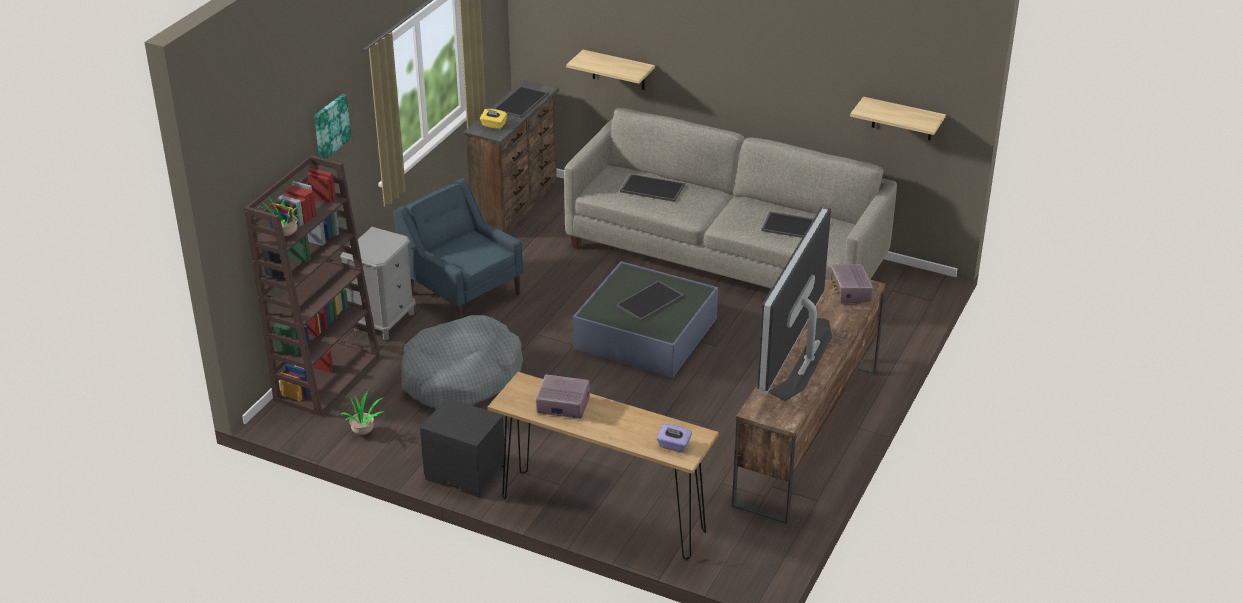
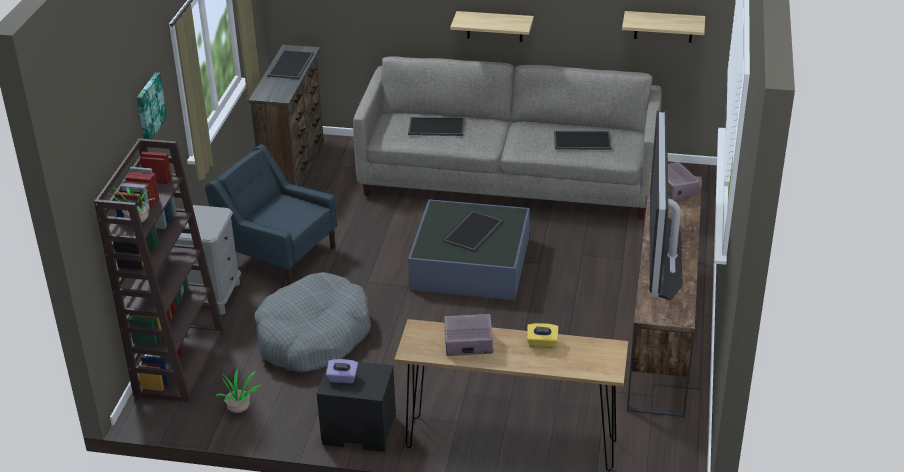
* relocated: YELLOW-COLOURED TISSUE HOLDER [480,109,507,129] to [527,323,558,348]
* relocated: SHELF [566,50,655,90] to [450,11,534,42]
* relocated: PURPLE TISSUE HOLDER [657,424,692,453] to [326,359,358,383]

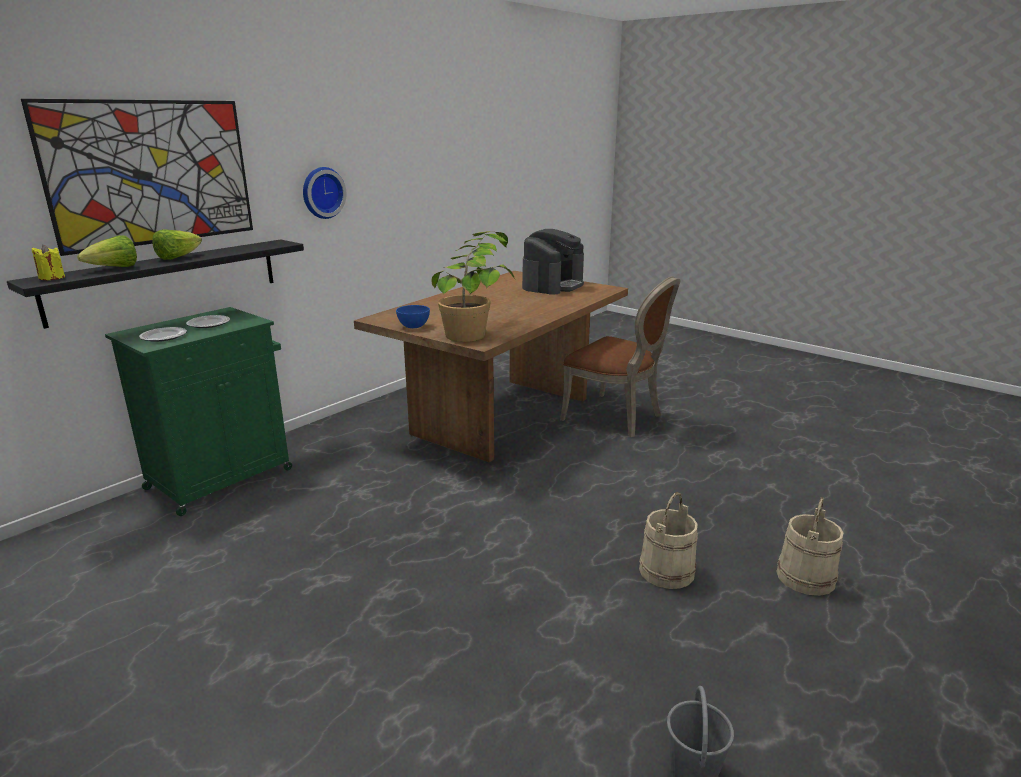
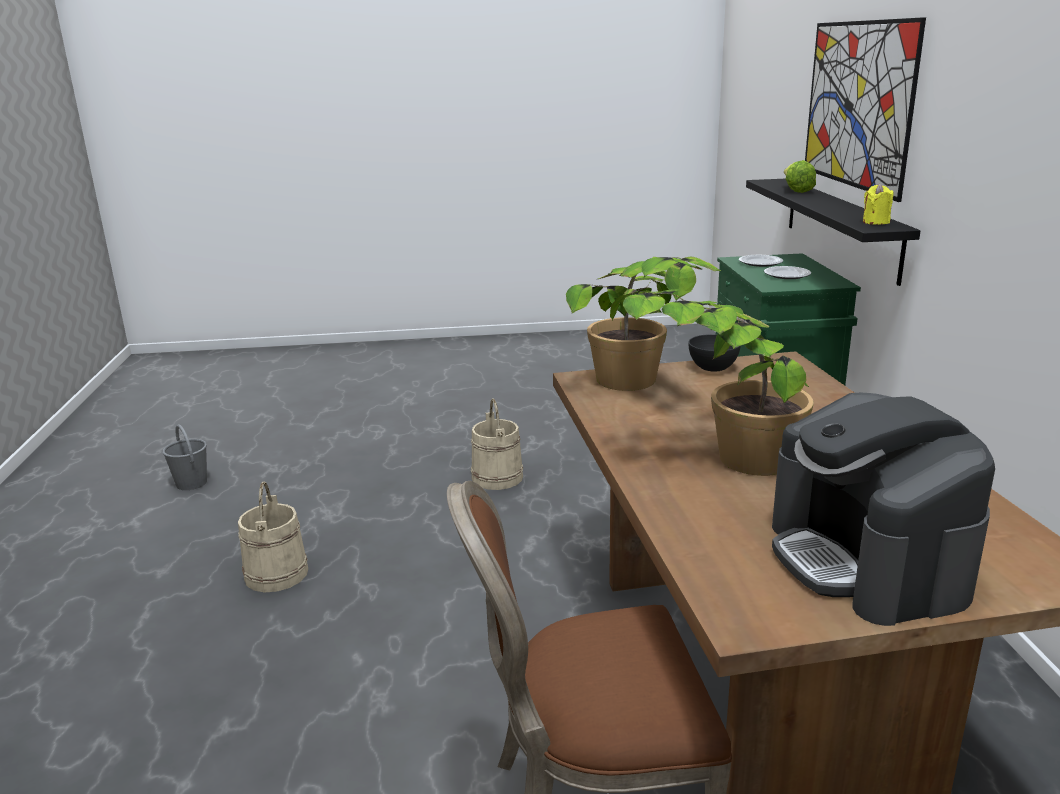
* relocated: YELLOW-COLOURED CANDLE [32,245,65,280] to [863,184,893,225]
* missing: LETTUCE HEAD [152,229,202,260]
* missing: CLOCK ON THE WALL [303,167,347,219]
* colour: BLUE-COLOURED BOWL [396,305,430,328] to GREYISH BOWL [688,334,741,372]
* relocated: BEIGE-COLOURED WATER BUCKET [776,497,843,596] to [471,399,523,490]
* appeared: PLANT IN A POT [610,289,814,476]

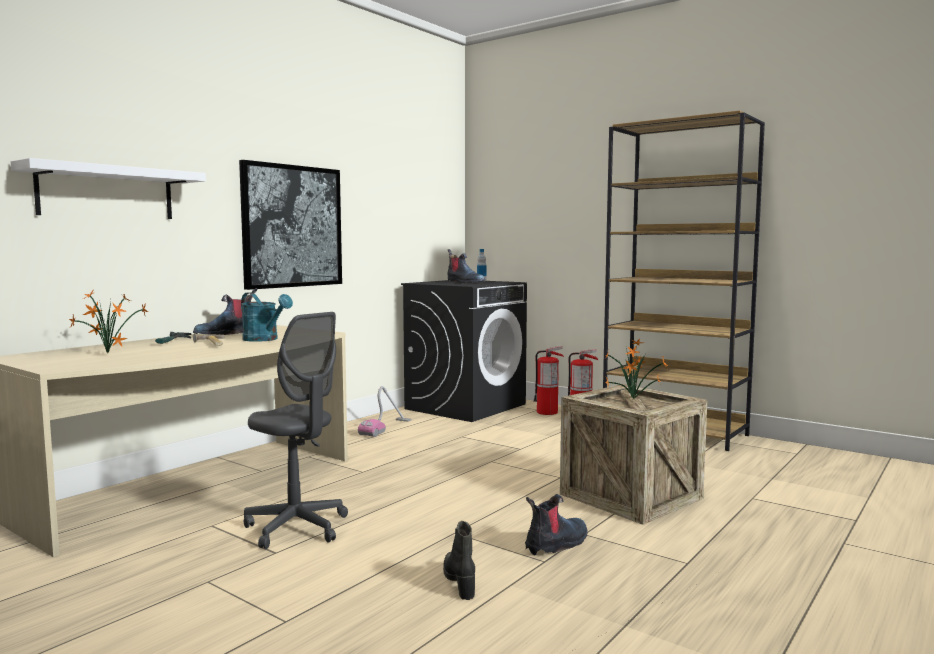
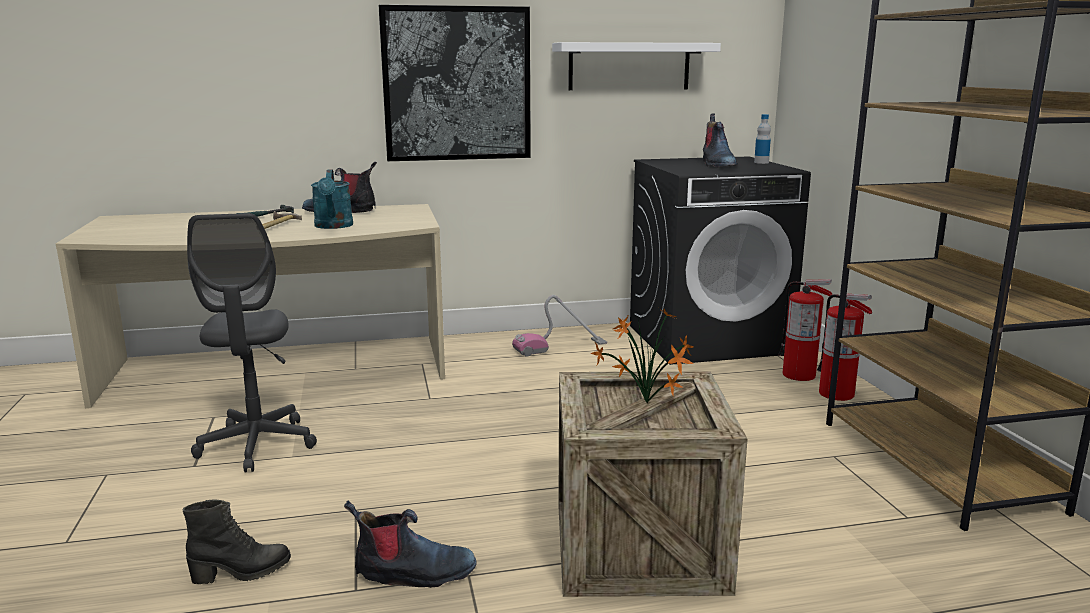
* relocated: WHITE-COLOURED SHELF [11,158,206,219] to [552,42,721,90]
* missing: PLANT IN A POT [69,291,148,354]
* spun: BLACK BOOT [443,521,475,600] = [183,499,291,584] 45 degrees clockwise

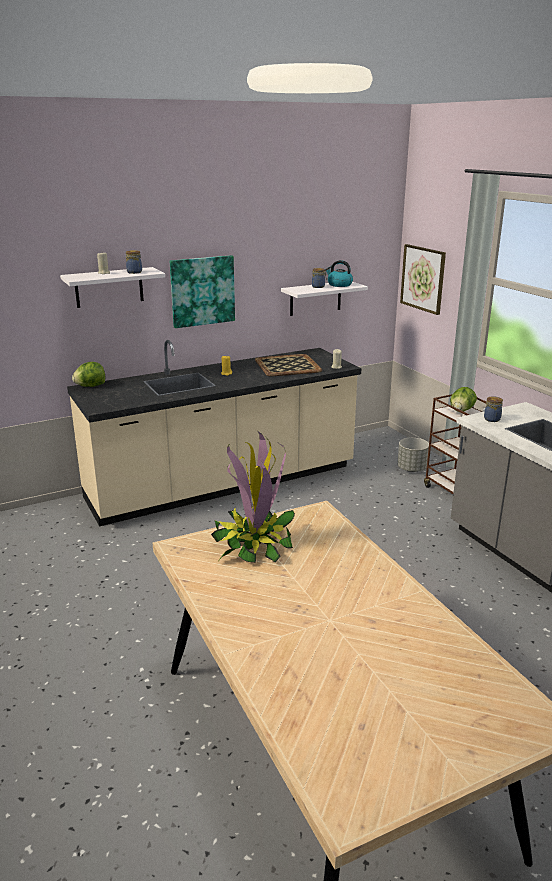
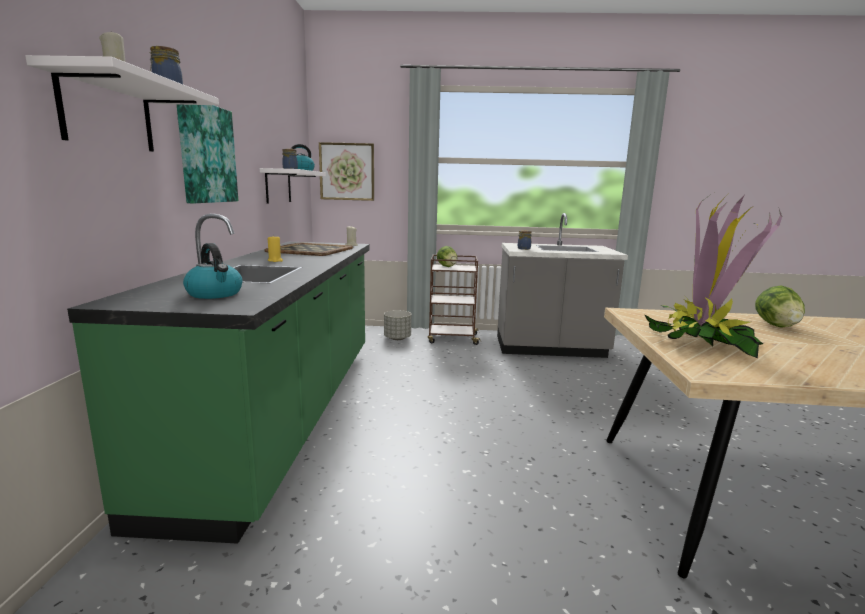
* colour: BEIGE-COLOURED KITCHEN BASE UNIT [67,340,361,527] to GREEN-COLOURED KITCHEN BASE UNIT [67,214,369,544]
* relocated: LETTUCE HEAD [72,362,105,387] to [755,285,805,327]
* appeared: KETTLE [183,243,242,299]

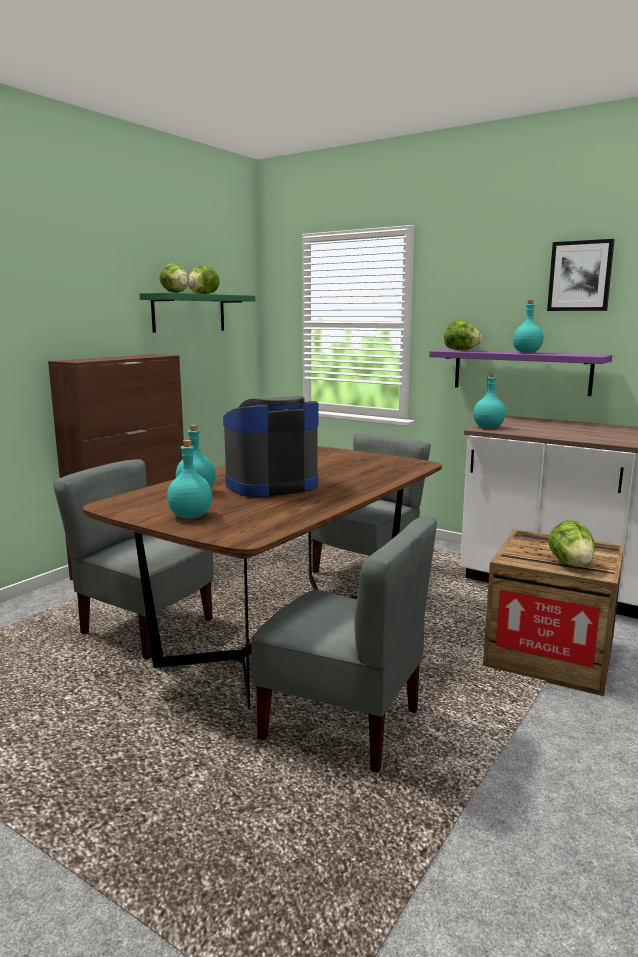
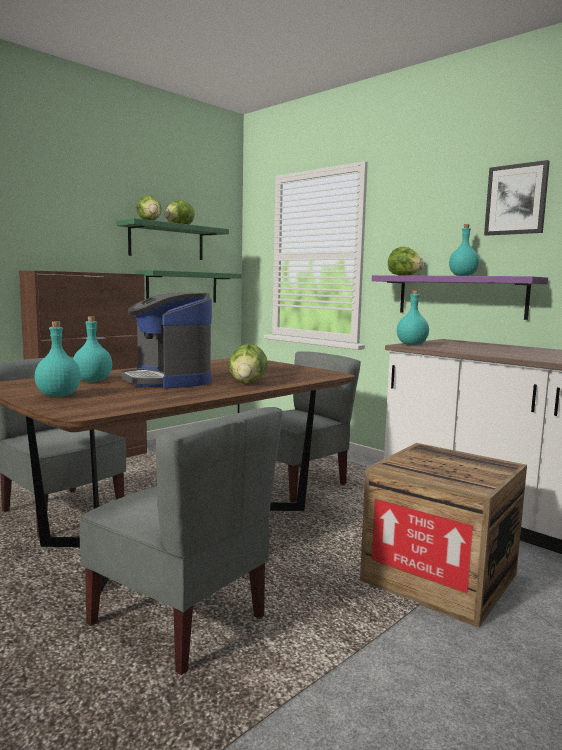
* spun: COFFEE BREWER [223,396,319,497] = [121,292,212,388] 105 degrees counterclockwise
* relocated: LETTUCE HEAD [548,520,595,567] to [229,344,268,384]
* appeared: GREEN-COLOURED SHELF [135,270,242,302]

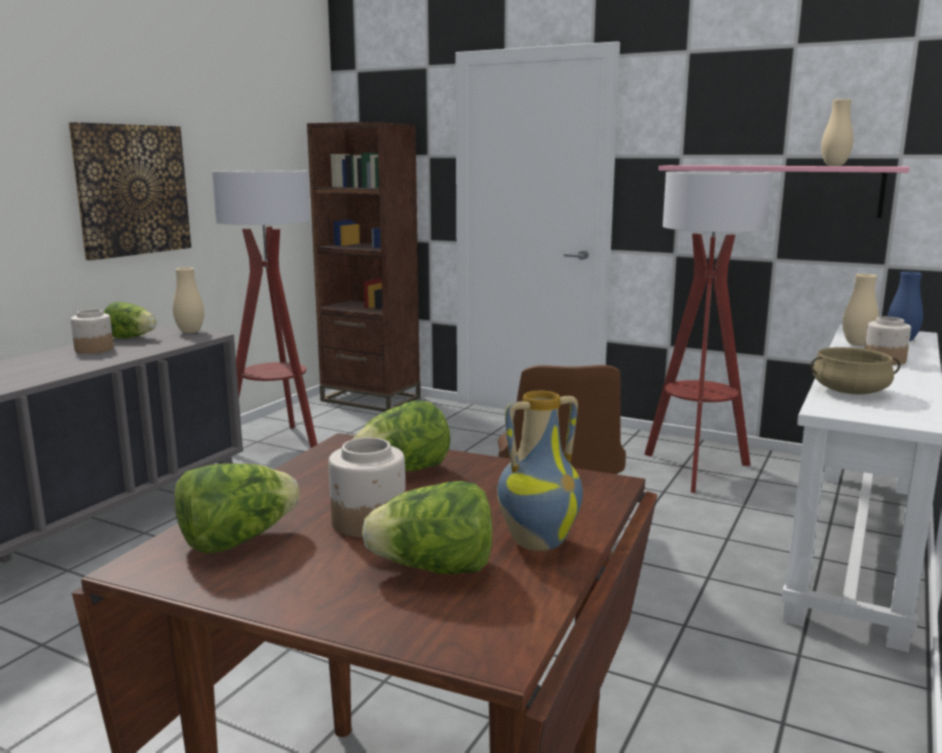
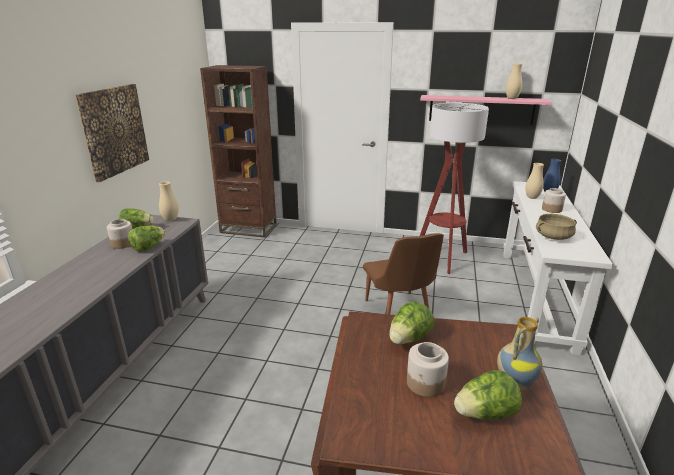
* relocated: LETTUCE HEAD [175,463,300,554] to [128,225,165,252]
* missing: STANDING LAMP [212,170,317,448]

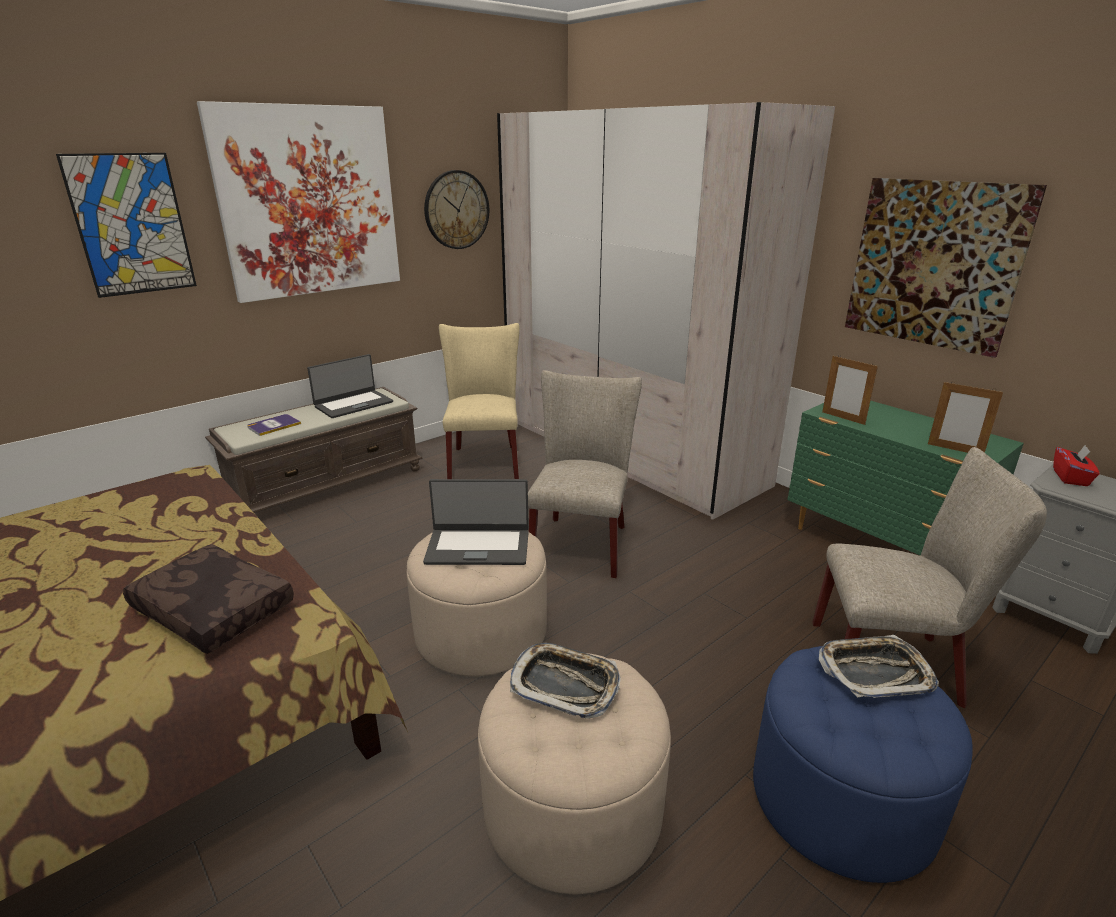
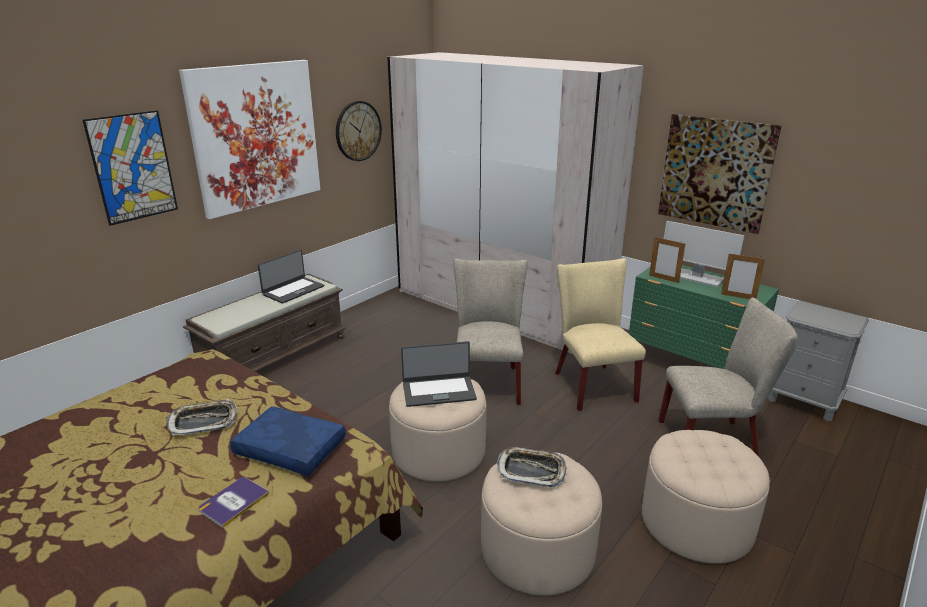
* colour: BROWNISH THROW PILLOW [123,544,294,654] to BLUE-COLOURED THROW PILLOW [230,406,346,476]
* relocated: BOUND BOOK [247,414,301,436] to [198,477,270,528]
* relocated: BEIGE-COLOURED CHAIR [439,323,520,479] to [555,258,646,411]
* colour: BLUE-COLOURED FOOTREST [753,646,973,883] to BEIGE-COLOURED FOOTREST [642,430,770,564]
* relocated: TRAY [819,635,939,698] to [166,399,237,436]
* missing: RED-COLOURED TISSUE HOLDER [1053,445,1100,486]
* appeared: COMPUTER SCREEN [664,221,745,287]

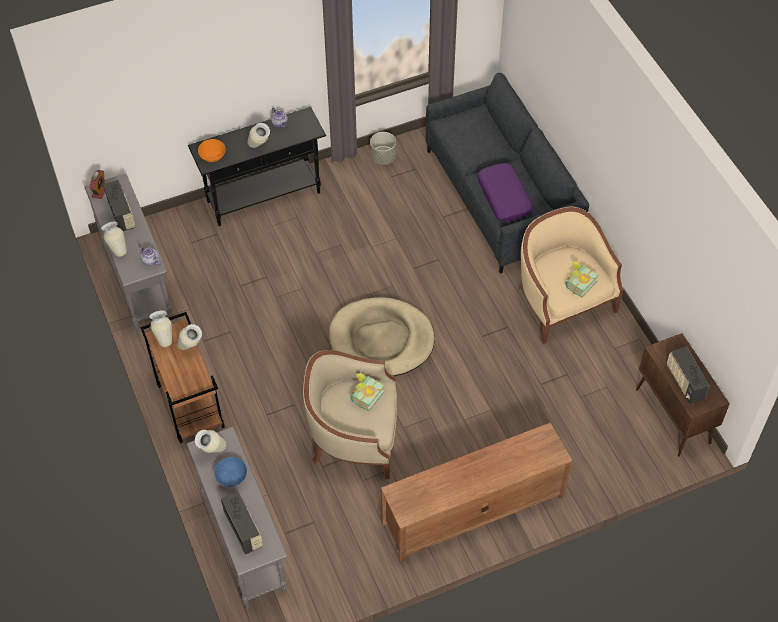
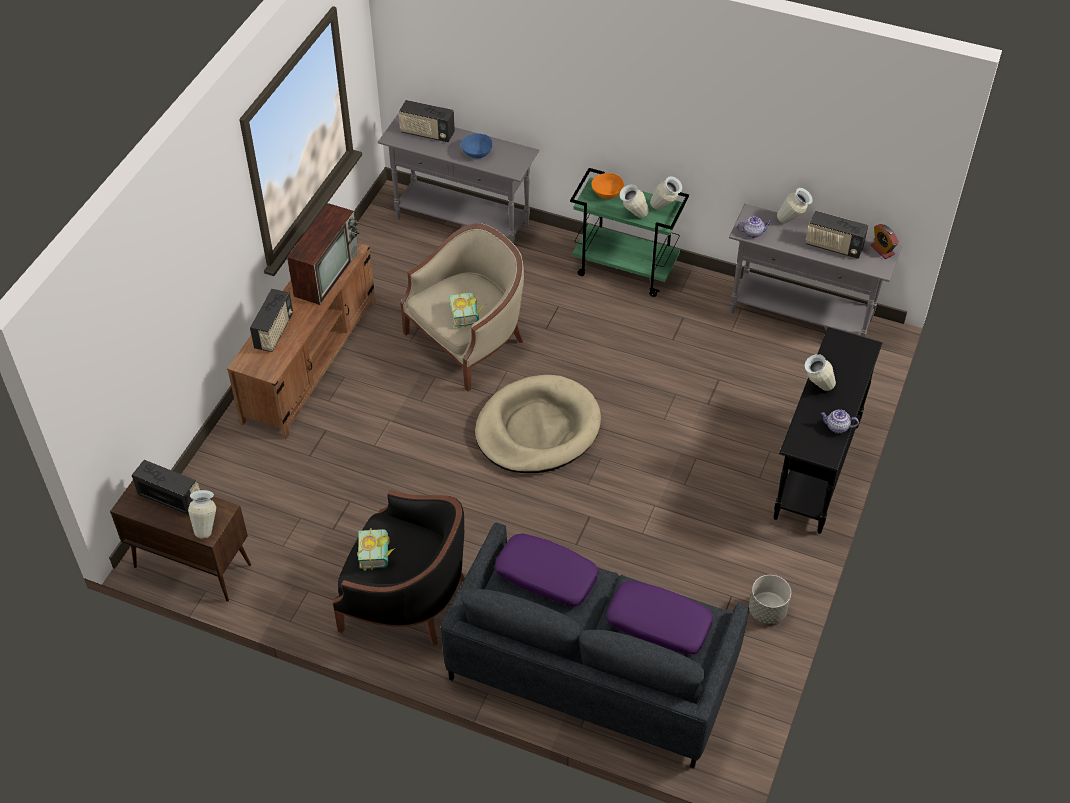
* colour: BROWNISH WHEELED CART [140,312,225,443] to GREEN-COLOURED WHEELED CART [570,168,689,297]
* relocated: DECORATIVE VASE [195,430,226,453] to [188,490,216,539]
* relocated: ORANGE BOWL [198,139,226,162] to [591,173,624,199]
* colour: BEIGE-COLOURED EASY CHAIR [519,207,623,344] to BLACK EASY CHAIR [333,490,465,646]
* appeared: RADIO RECEIVER [250,289,293,352]
* appeared: TELEVISION [287,203,360,305]
* appeared: PURPLE THROW PILLOW [606,581,713,655]

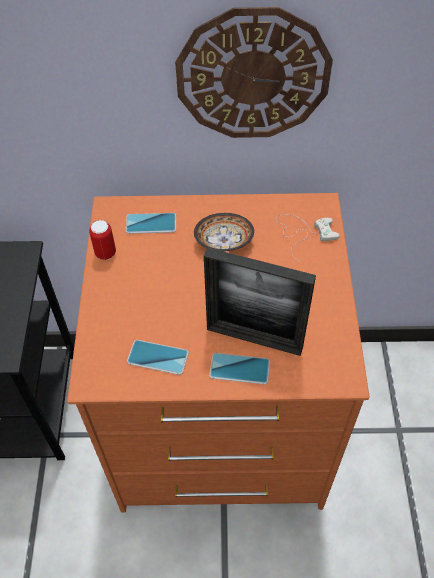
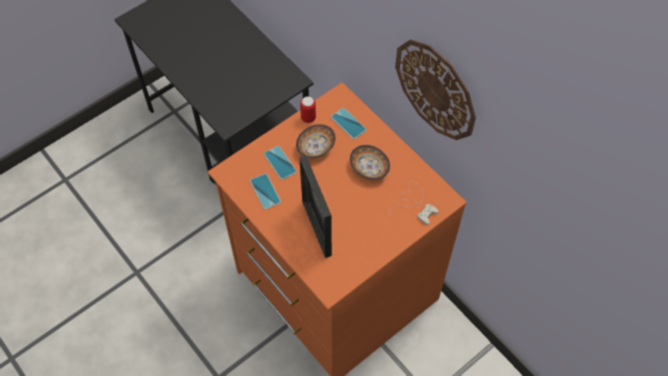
* relocated: PHONE [209,353,270,384] to [264,146,297,180]
* appeared: BOWL [296,124,335,158]

